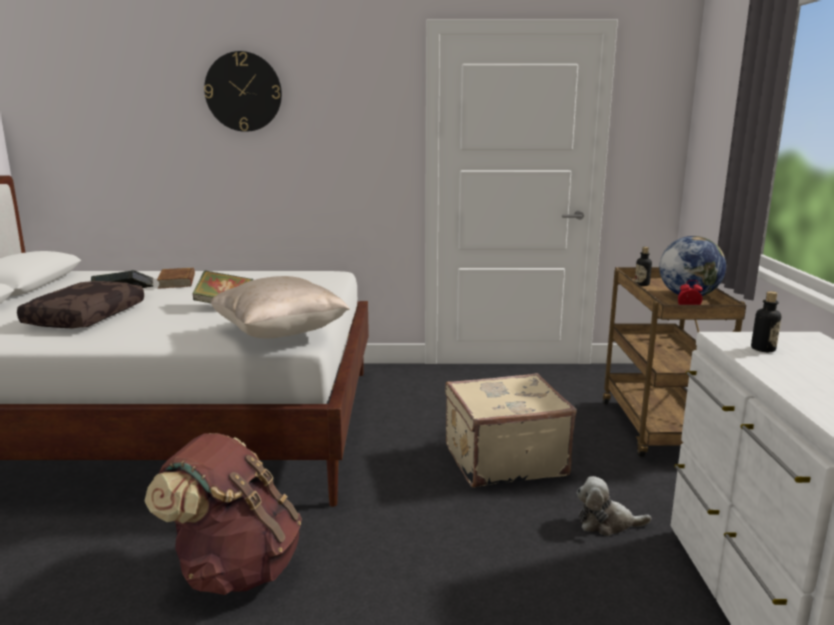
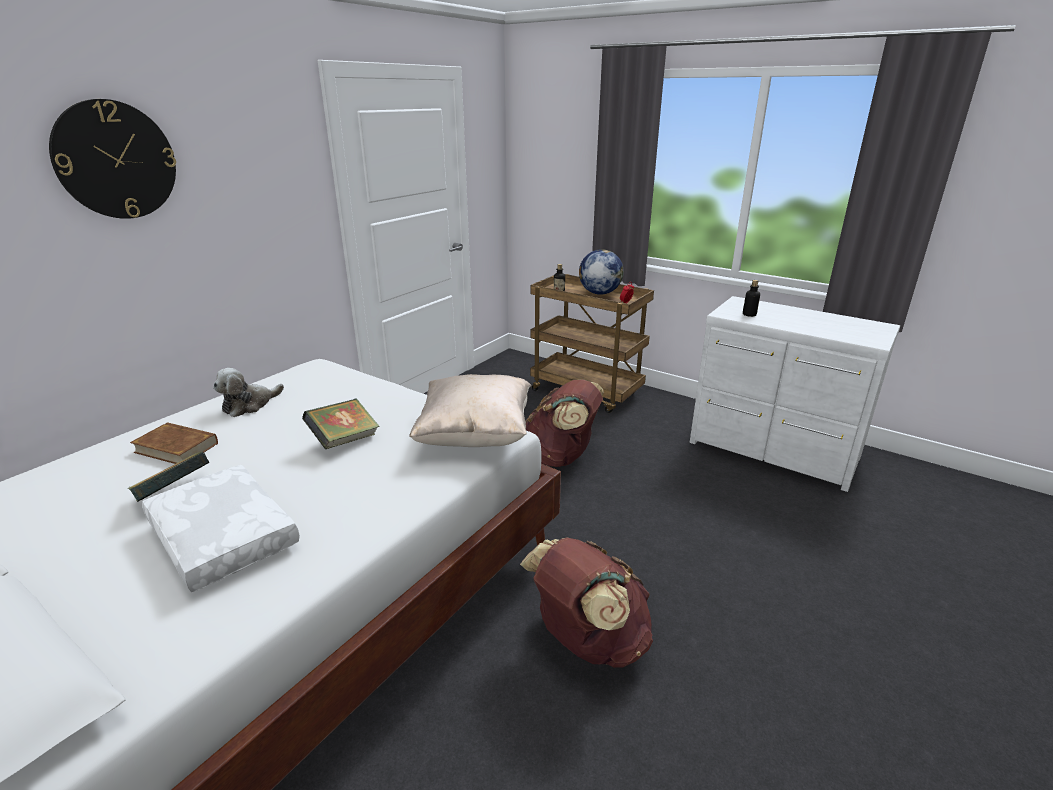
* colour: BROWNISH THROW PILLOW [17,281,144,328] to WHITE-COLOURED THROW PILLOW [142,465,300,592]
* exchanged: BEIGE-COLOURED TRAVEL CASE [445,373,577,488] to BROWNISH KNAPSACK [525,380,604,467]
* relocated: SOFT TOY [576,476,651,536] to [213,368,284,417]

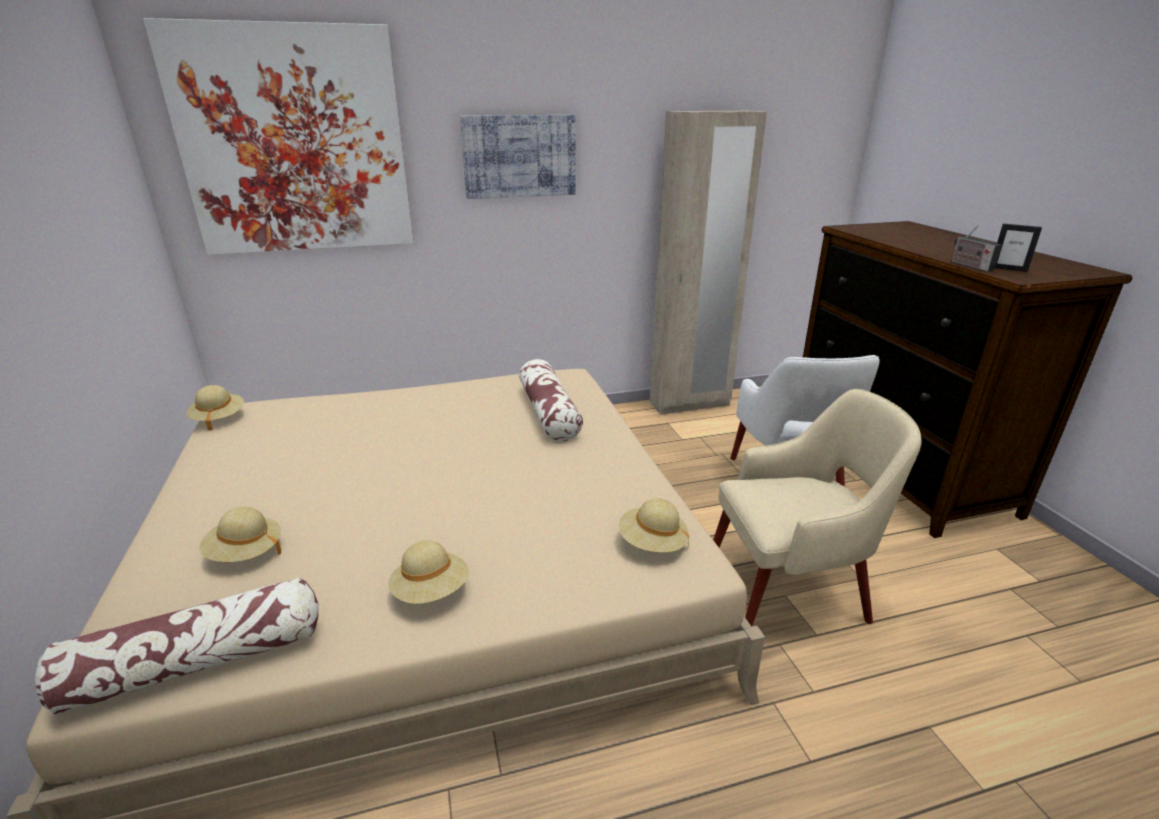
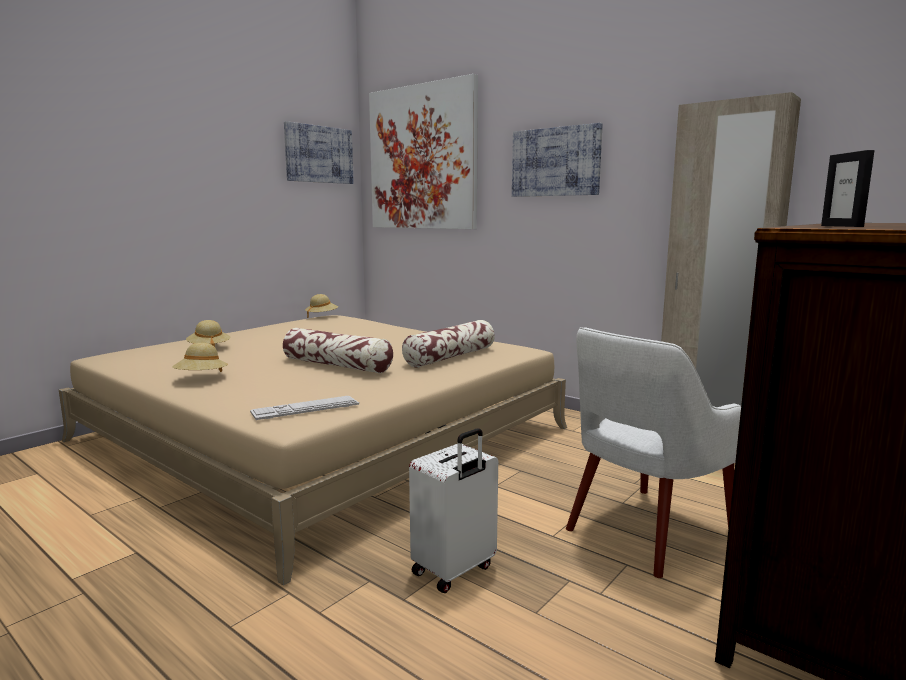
* relocated: THROW PILLOW [35,577,318,714] to [283,328,393,374]
* exchanged: BEIGE-COLOURED HAT [619,498,689,553] to PC KEYBOARD [250,396,359,420]
* exchanged: BEIGE-COLOURED EASY CHAIR [713,389,922,627] to WHITE-COLOURED TRAVEL CASE [409,428,498,593]
* missing: RADIO RECEIVER [952,225,1002,272]
* appeared: PICTURE [284,121,354,184]

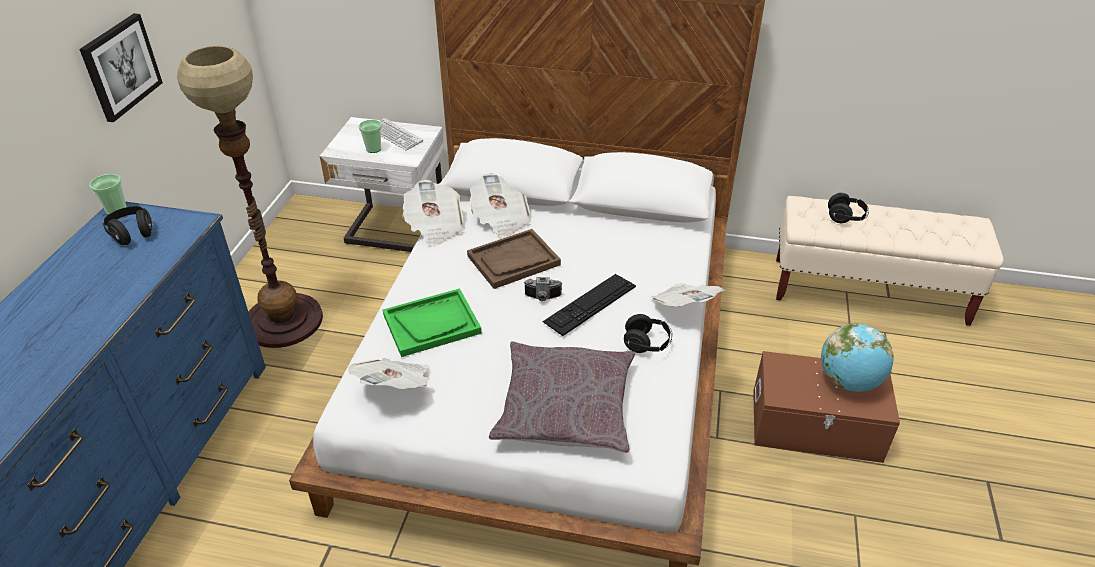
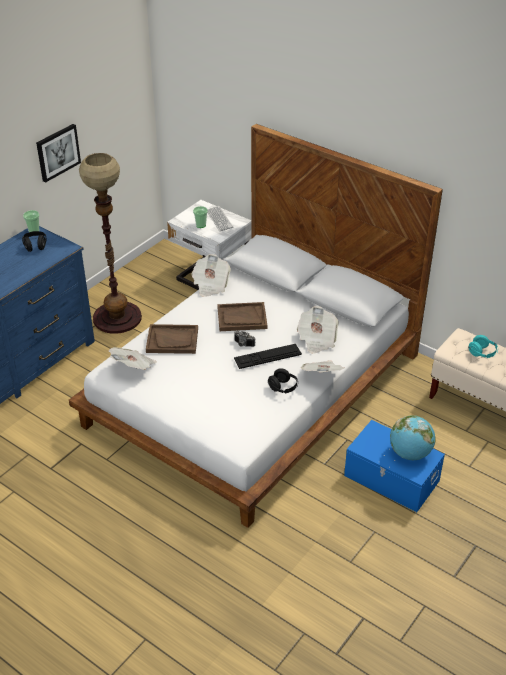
* colour: GREEN-COLOURED TRAY [383,288,482,357] to BROWNISH TRAY [146,324,198,354]
* relocated: NEWSPAPER [470,173,531,238] to [297,306,339,354]
* missing: GREYISH THROW PILLOW [489,341,635,453]
* colour: BROWNISH STORAGE BOX [753,351,900,463] to BLUE-COLOURED STORAGE BOX [344,420,445,512]
* colour: BLACK HEADSET [828,193,869,223] to TURQUOISE HEADSET [469,335,498,358]

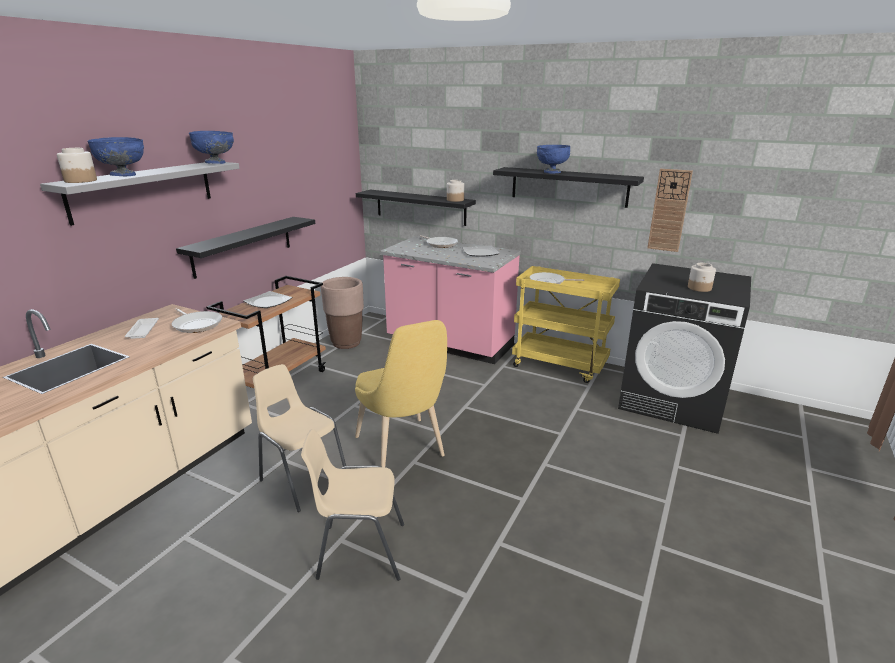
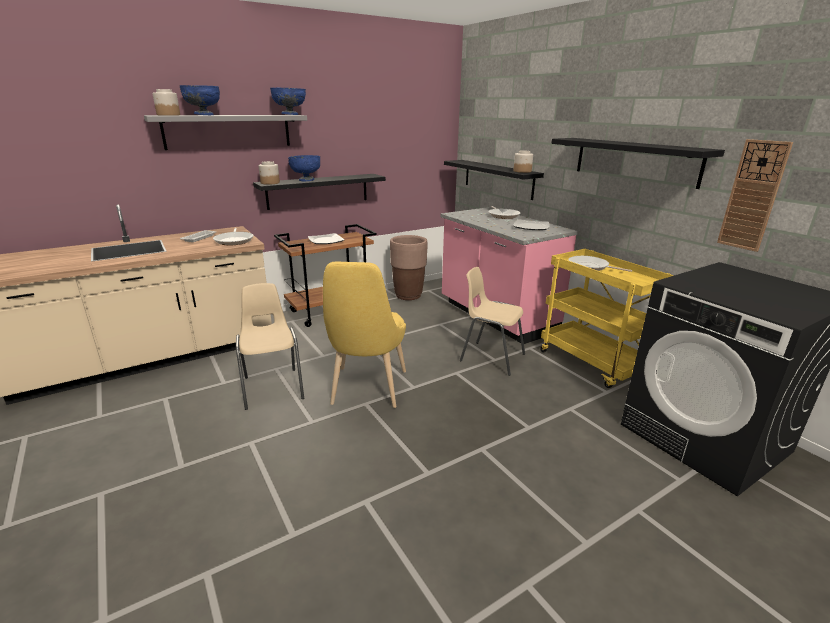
* relocated: BEIGE-COLOURED CHAIR [301,429,404,581] to [460,267,525,376]
* relocated: BLUE-COLOURED BOWL [537,145,570,173] to [288,155,320,181]
* relocated: PRESERVE JAR [688,263,716,292] to [259,161,280,185]

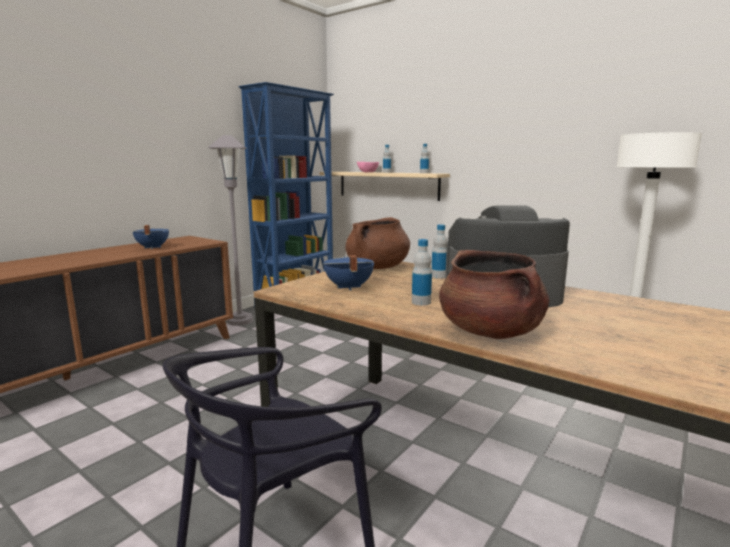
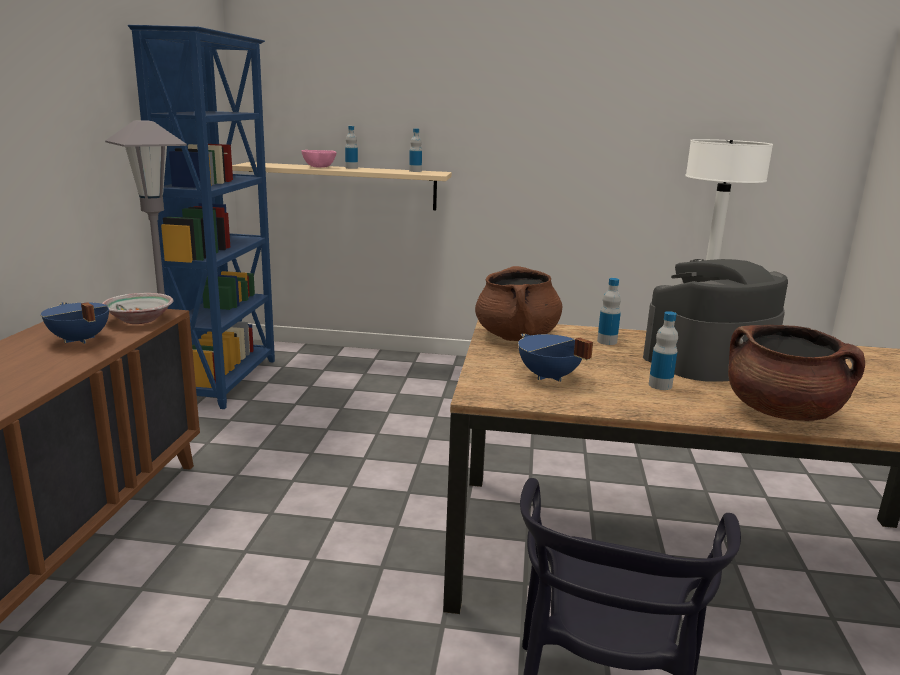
* appeared: BOWL [102,293,174,324]

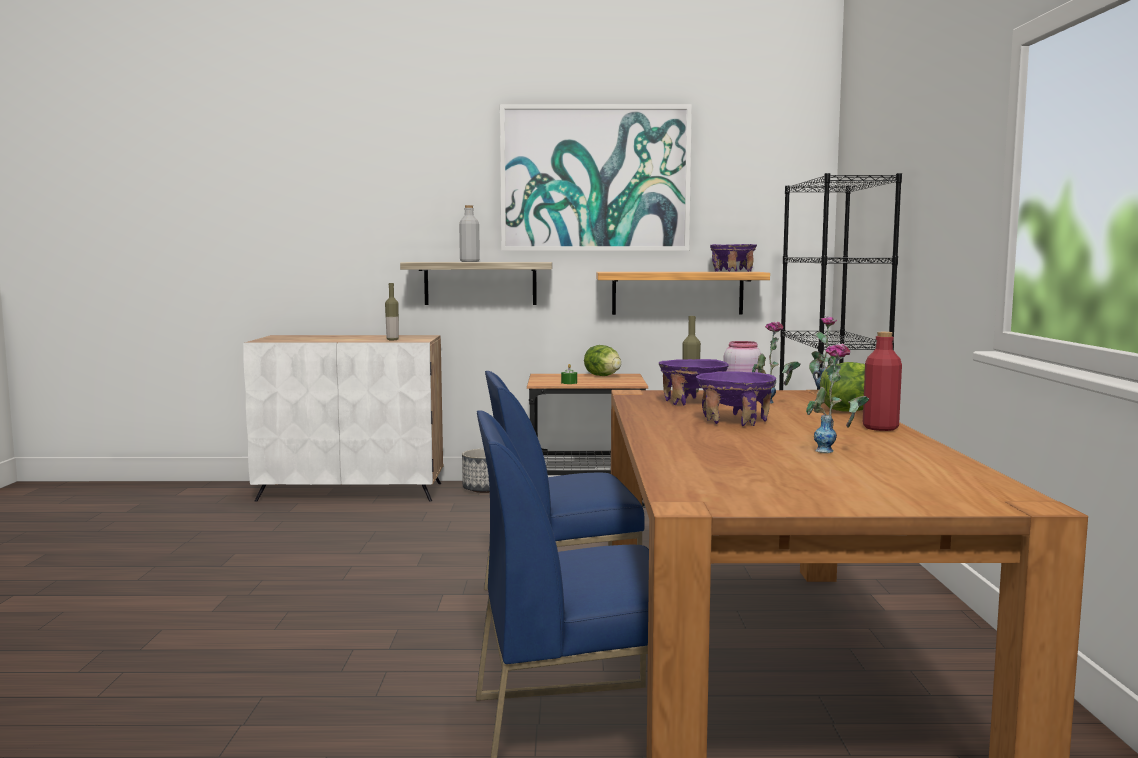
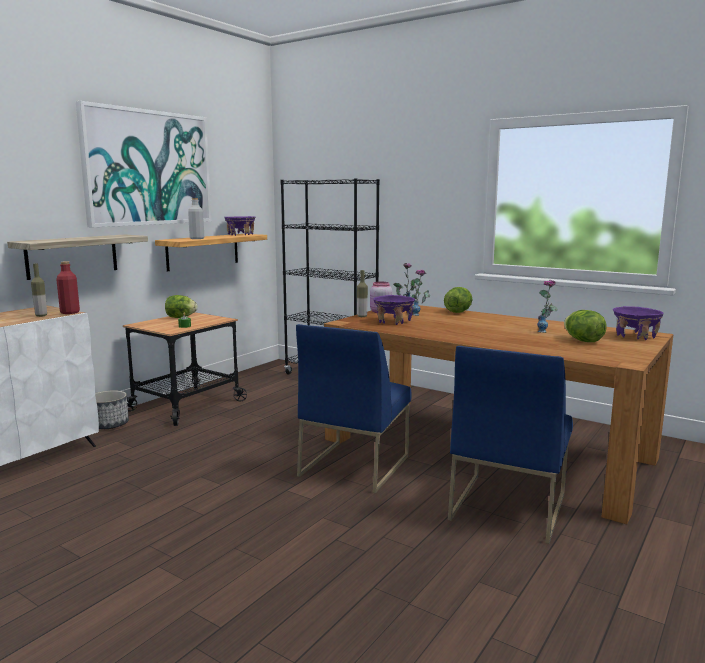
* relocated: GREYISH BEVERAGE BOTTLE [459,205,480,262] to [188,198,204,239]
* relocated: PURPLE BOWL [696,371,776,426] to [613,306,664,340]
* relocated: RED-COLOURED BEVERAGE BOTTLE [863,332,902,431] to [56,261,80,314]
* appeared: LETTUCE HEAD [564,310,607,342]

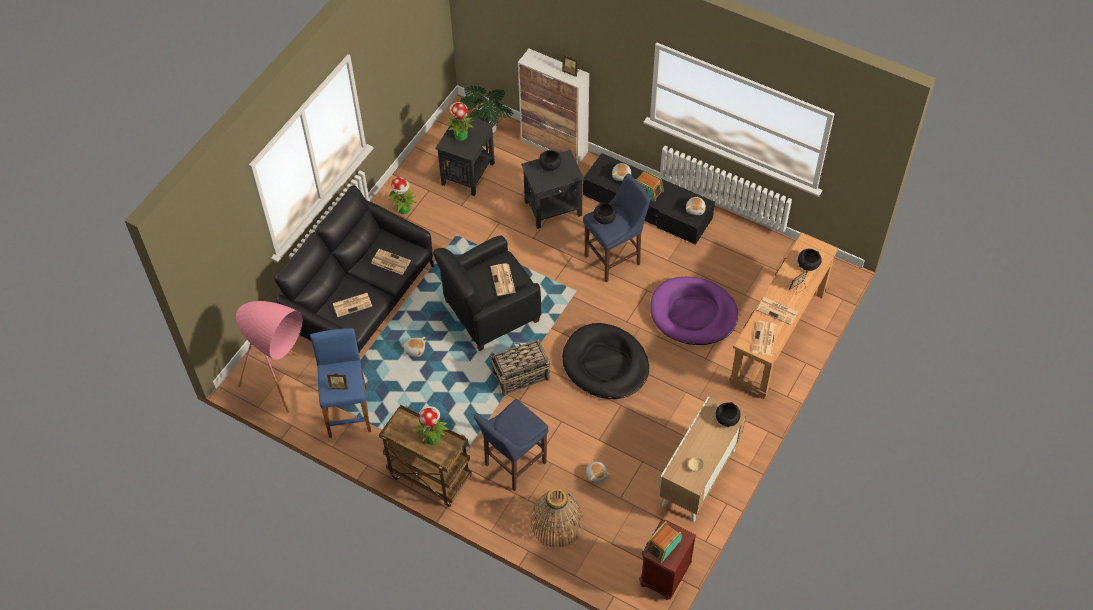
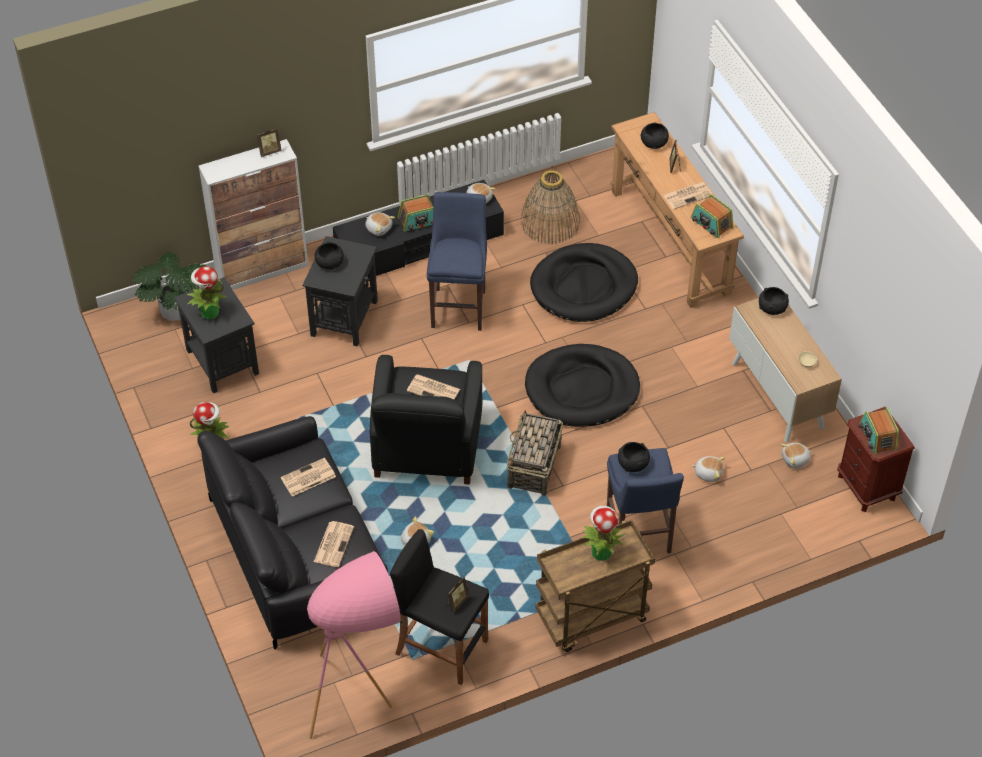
* colour: BLUE-COLOURED STOOL SEAT [310,328,371,438] to BLACK STOOL SEAT [390,529,489,685]
* relocated: HOUSEHOLD BASKET [530,488,584,547] to [521,170,580,244]
* relocated: BLACK BOWL [593,202,616,224] to [618,442,650,472]
* colour: PURPLE DOG CUSHION [650,276,738,345] to BLACK DOG CUSHION [530,243,638,322]
* exchanged: NEWSPAPER [752,321,777,356] to RADIO RECEIVER [691,194,734,239]
* appeared: SOFT TOY [780,443,812,468]

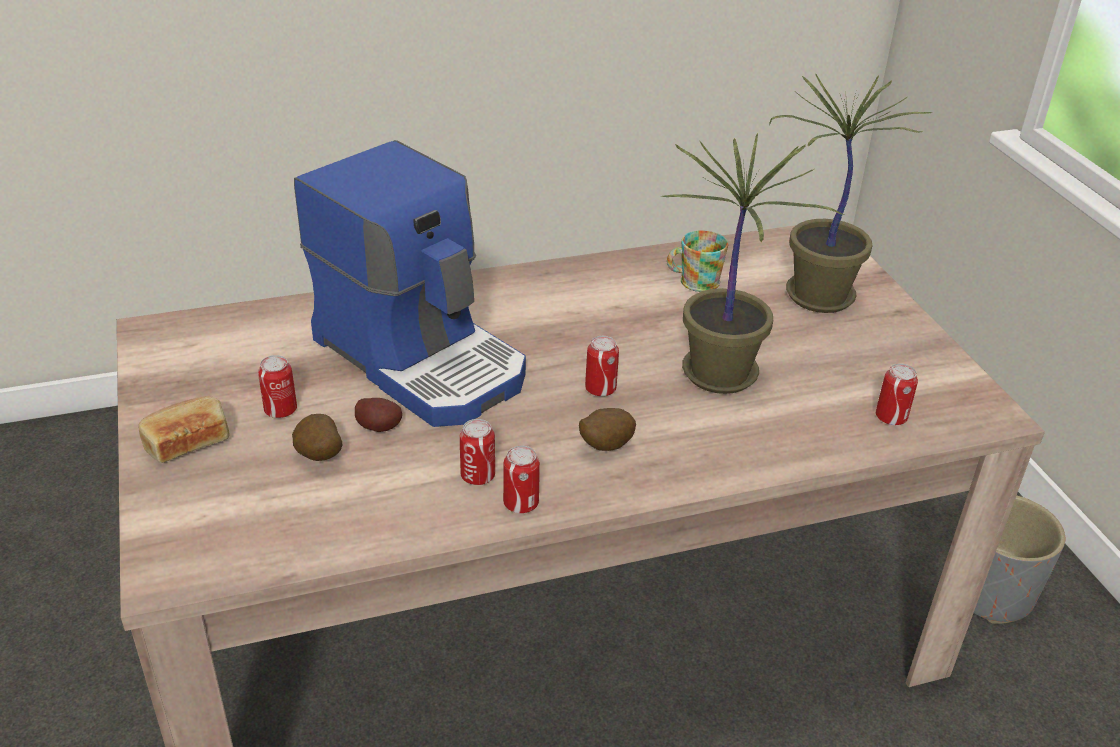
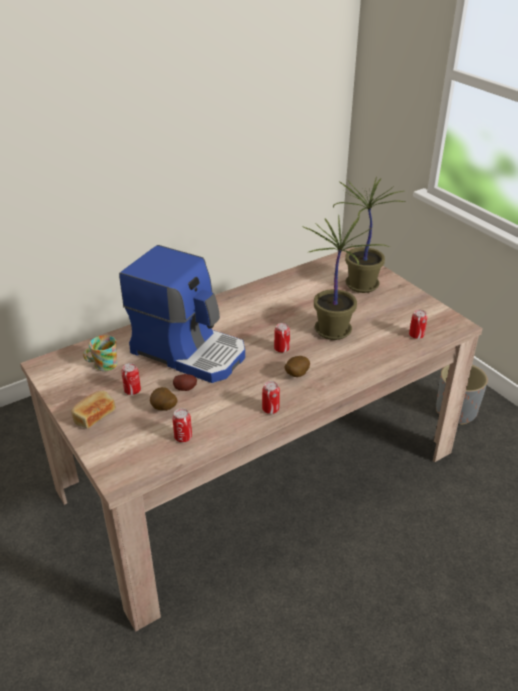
* relocated: SEALED CAN [460,419,495,485] to [172,408,192,442]
* relocated: TEA MUG [667,231,728,292] to [83,335,118,371]

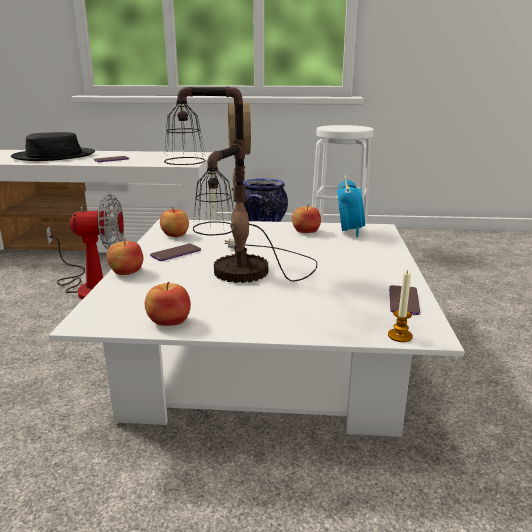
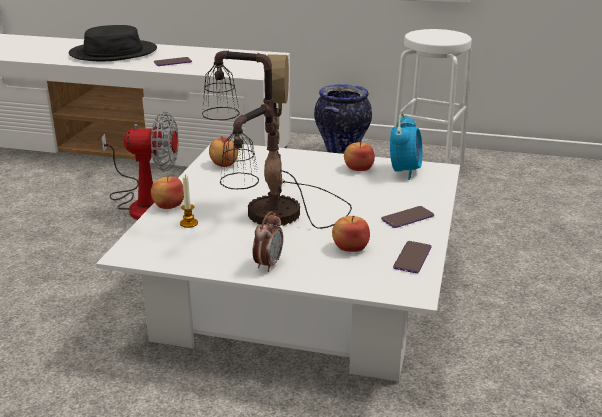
* relocated: APPLE FRUIT [145,282,191,326] to [332,216,370,252]
* relocated: PHONE [150,244,201,261] to [381,206,434,228]
* relocated: CANDLE [388,270,413,342] to [180,175,198,228]
* appeared: TABLE CLOCK [253,211,283,272]

